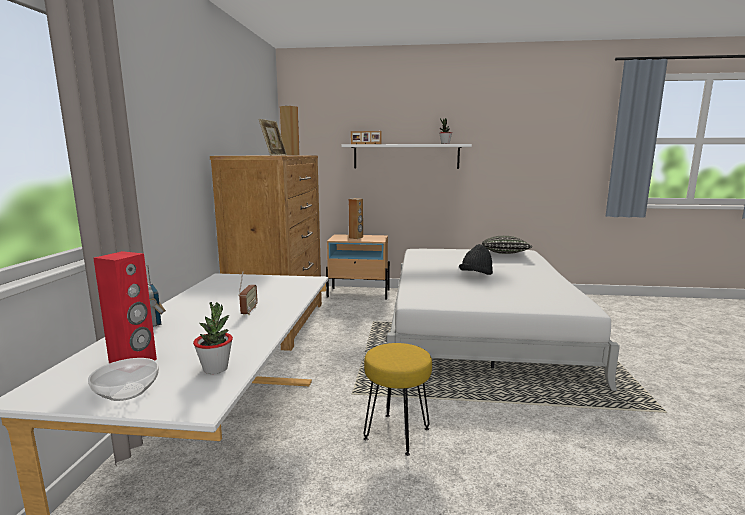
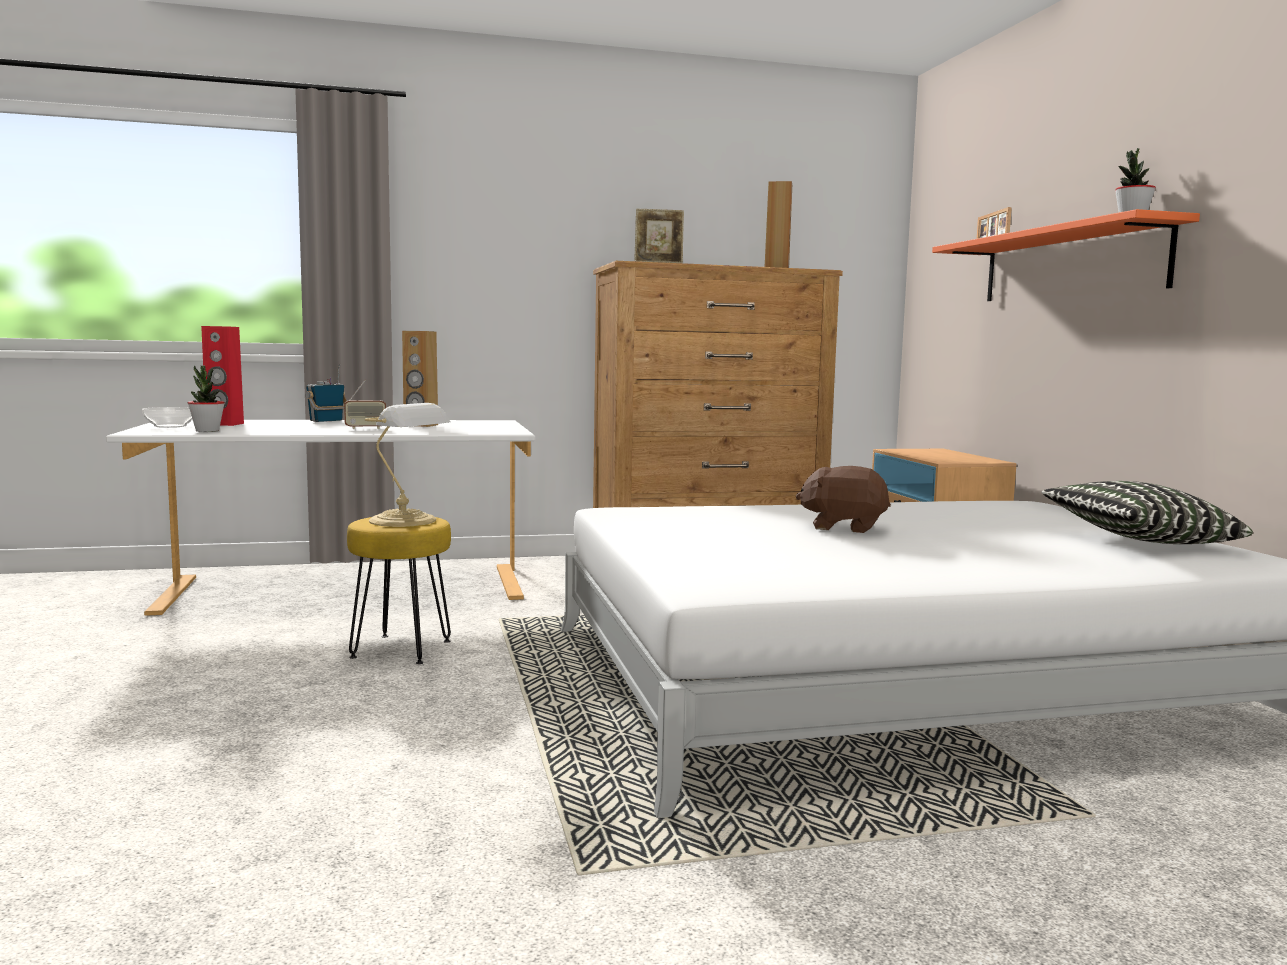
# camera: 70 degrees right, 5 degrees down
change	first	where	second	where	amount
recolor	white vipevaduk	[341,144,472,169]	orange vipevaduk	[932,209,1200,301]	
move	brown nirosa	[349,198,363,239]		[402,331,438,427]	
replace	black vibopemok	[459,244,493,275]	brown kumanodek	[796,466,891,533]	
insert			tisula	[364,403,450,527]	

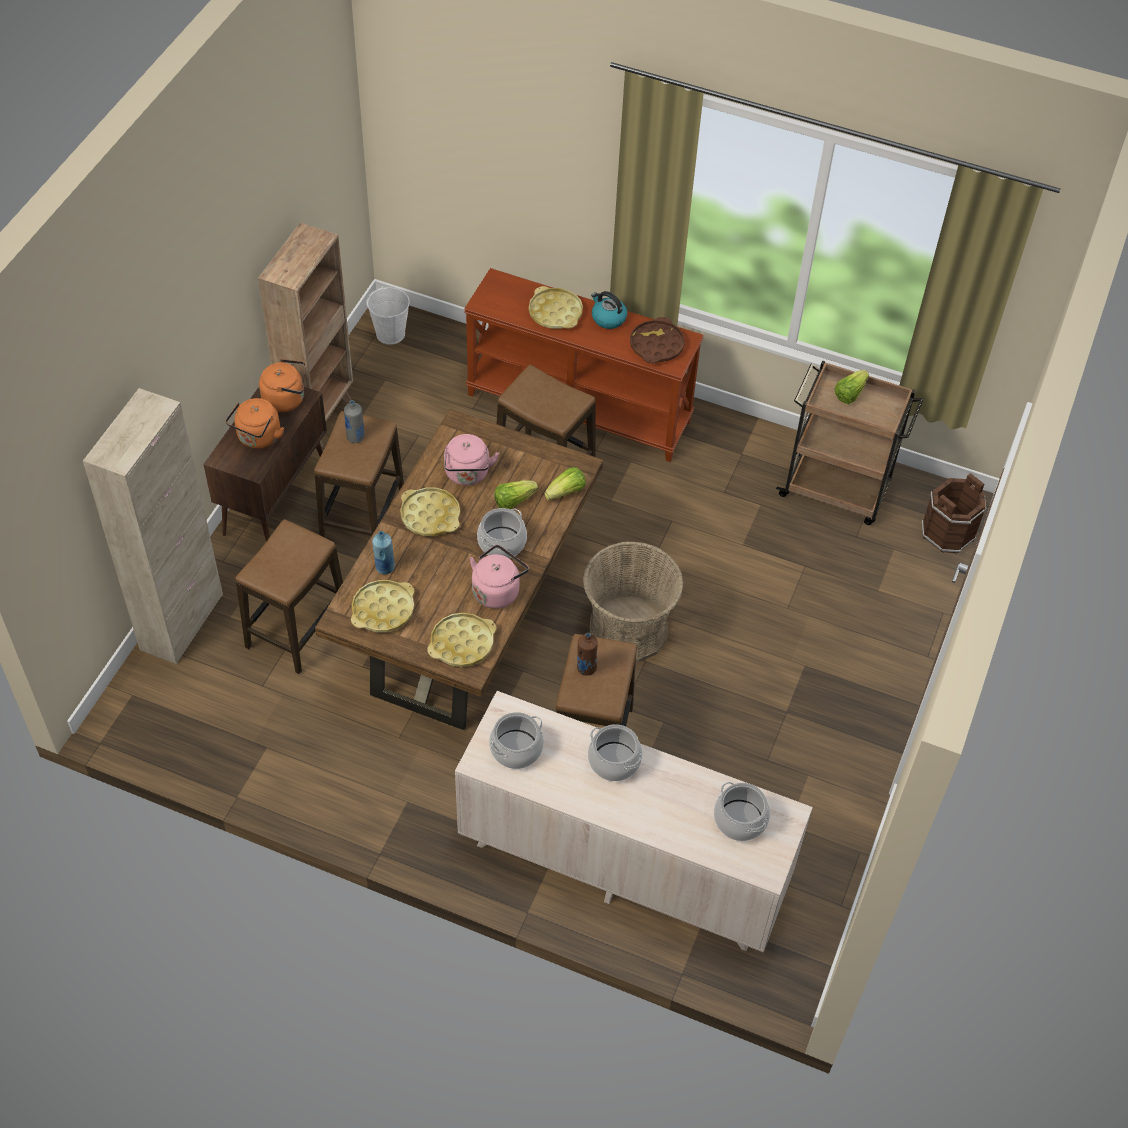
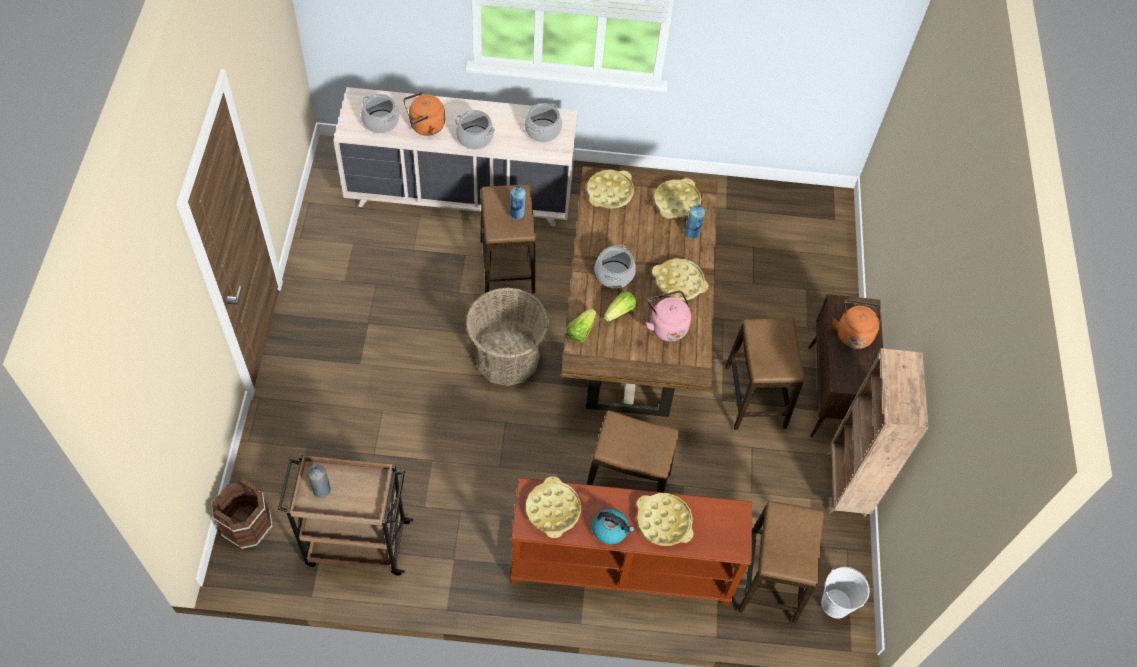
# camera: 160 degrees right, 5 degrees up
change	first	where	second	where	amount
delete	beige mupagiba	[83,388,223,664]			
move	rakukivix	[235,519,343,674]		[738,501,824,624]	
move	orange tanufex	[259,359,306,412]		[403,92,445,136]	
move	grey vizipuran	[344,400,365,443]		[307,464,331,498]	
delete	pink tanufex	[469,545,529,609]			
recolor	brown vizipuran	[577,633,598,676]	blue vizipuran	[510,185,526,219]	
recolor	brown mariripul	[630,317,685,364]	yellow mariripul	[526,476,581,538]	
delete	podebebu	[834,370,869,404]			

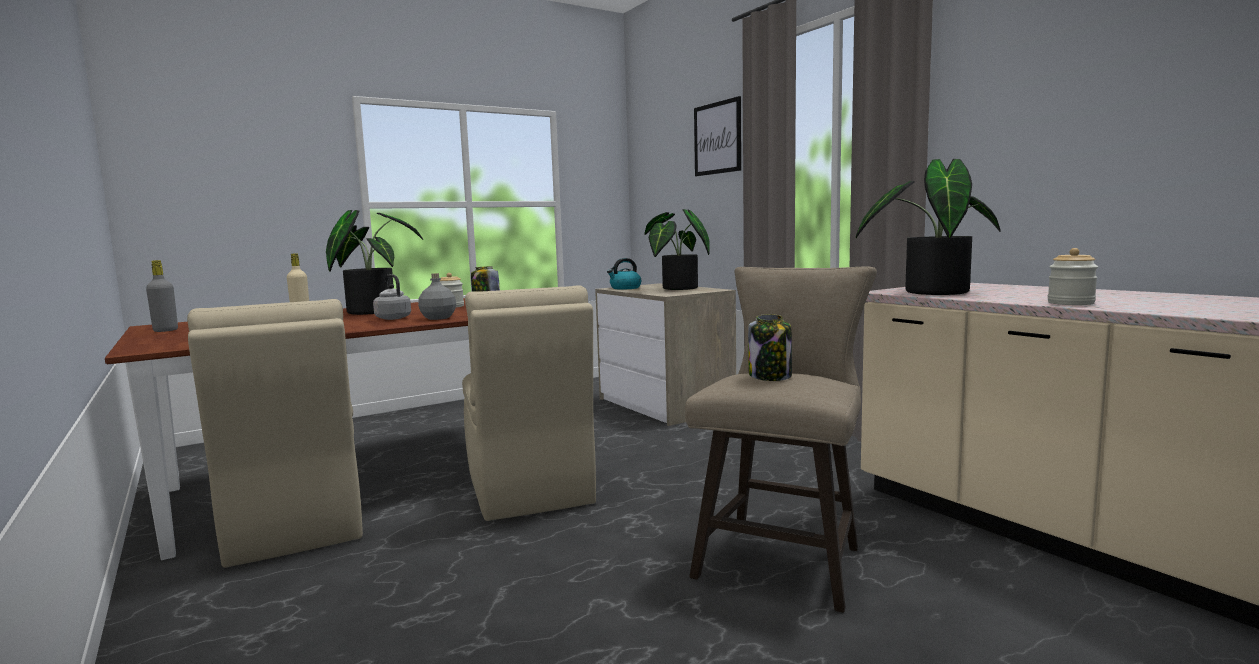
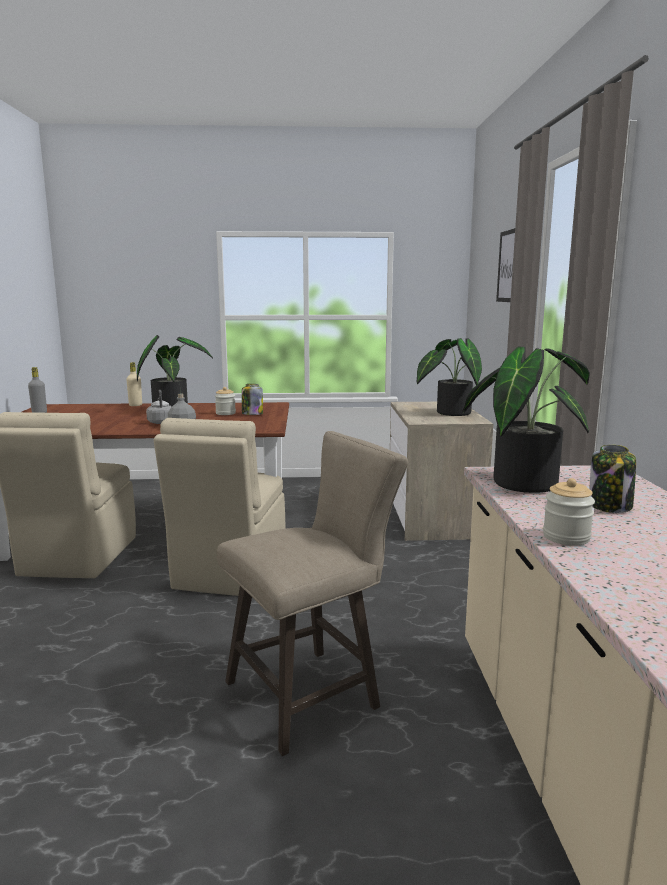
# camera: 30 degrees right, 5 degrees up
change	first	where	second	where	amount
delete	tanufex	[607,258,641,289]			
move	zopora	[748,314,792,381]		[589,444,636,513]	

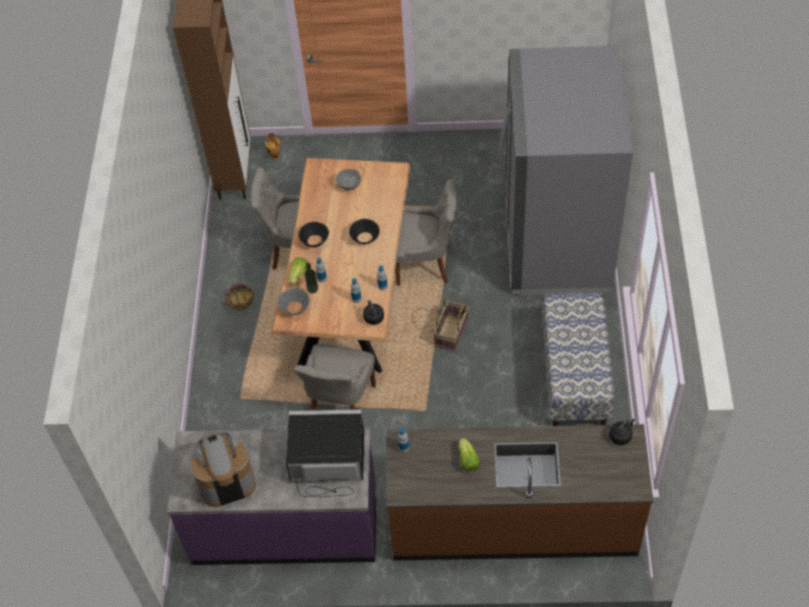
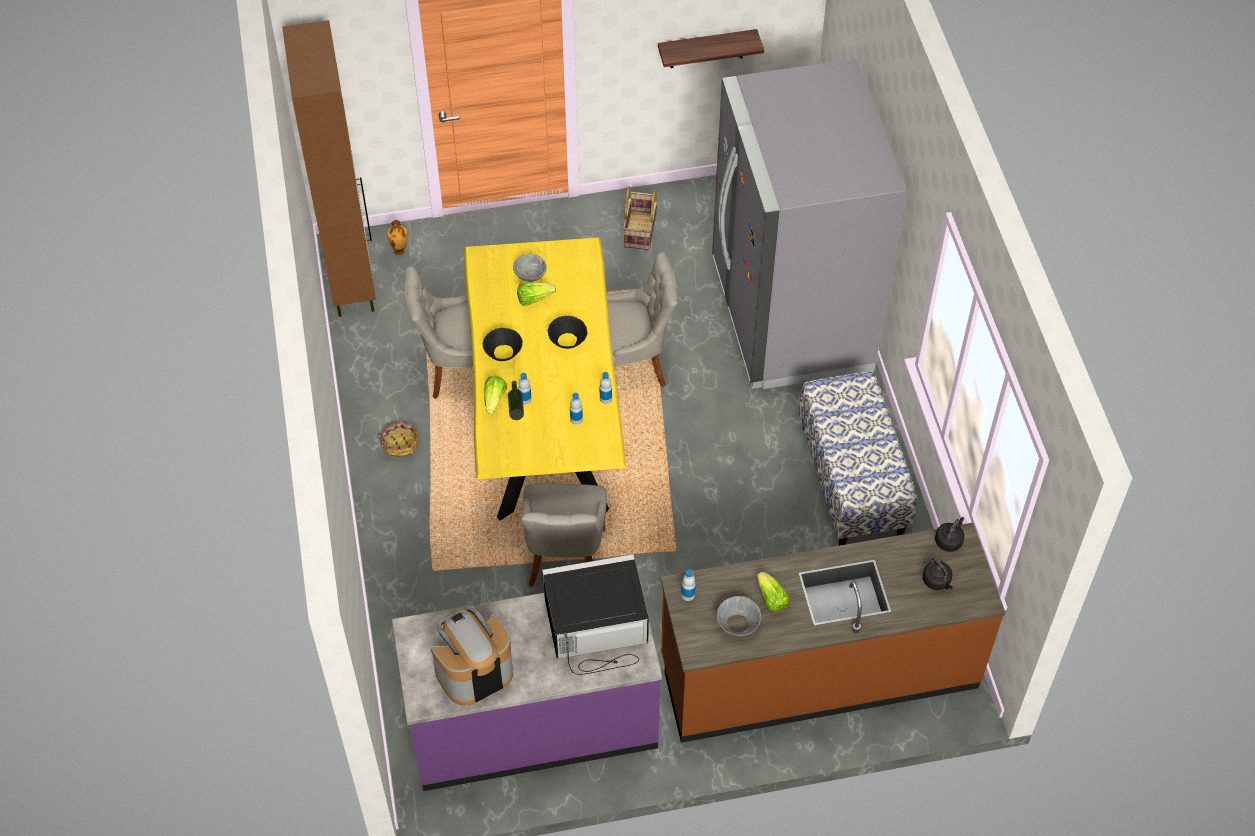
# camera: 15 degrees left, 0 degrees up
change	first	where	second	where	amount
recolor	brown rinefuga	[271,158,410,373]	yellow rinefuga	[464,238,626,520]	
move	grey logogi	[278,288,310,315]		[717,596,761,636]	
move	black tanufex	[363,300,384,325]		[923,558,953,590]	
move	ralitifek	[433,298,469,352]		[623,186,658,250]	
insert			podebebu	[517,282,556,305]	
insert			vipevaduk	[658,29,764,68]	

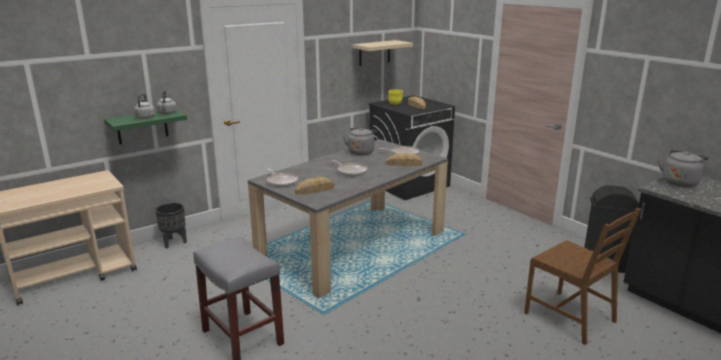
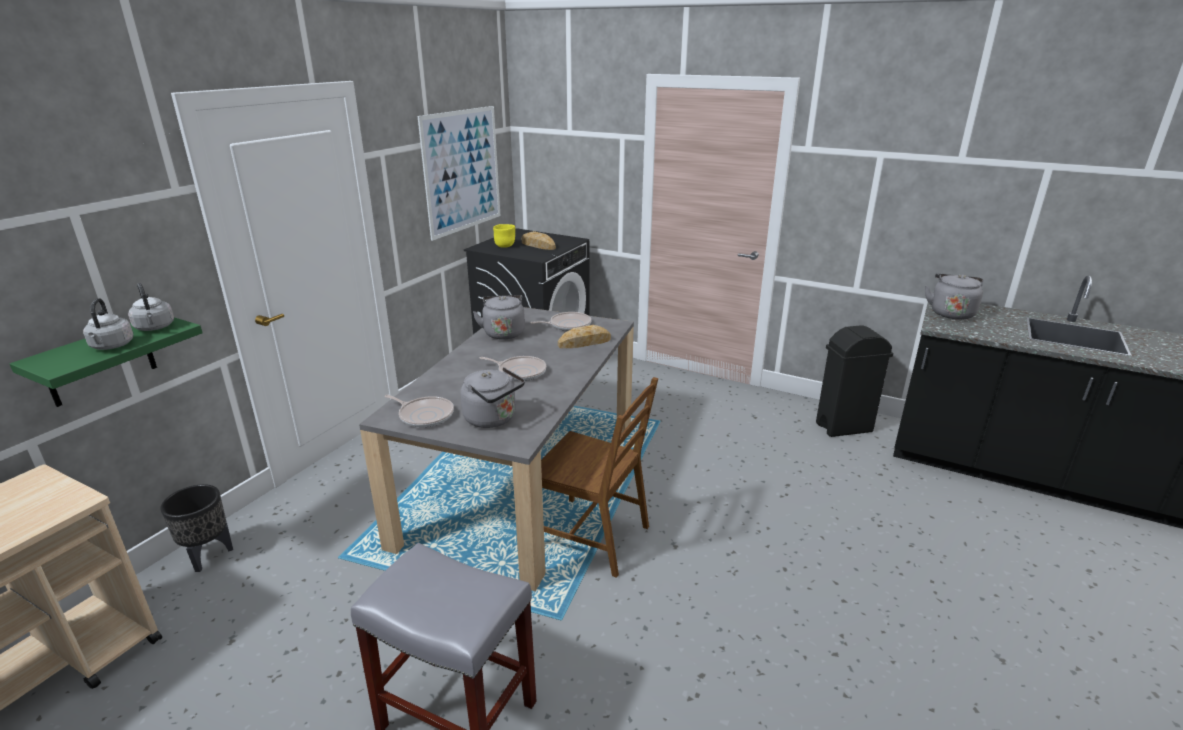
# camera: 25 degrees left, 5 degrees up
change	first	where	second	where	amount
replace	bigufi	[295,177,334,195]	grey tanufex	[460,367,525,428]	
replace	beige vipevaduk	[353,40,413,66]	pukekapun	[418,106,501,241]	
move	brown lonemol	[524,208,641,345]		[541,377,658,578]	

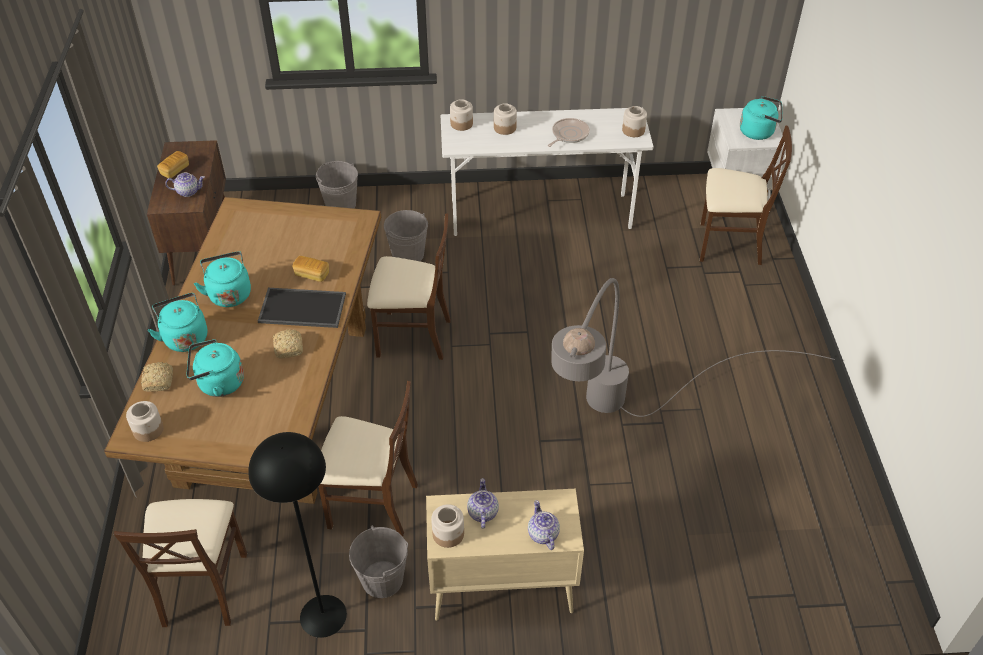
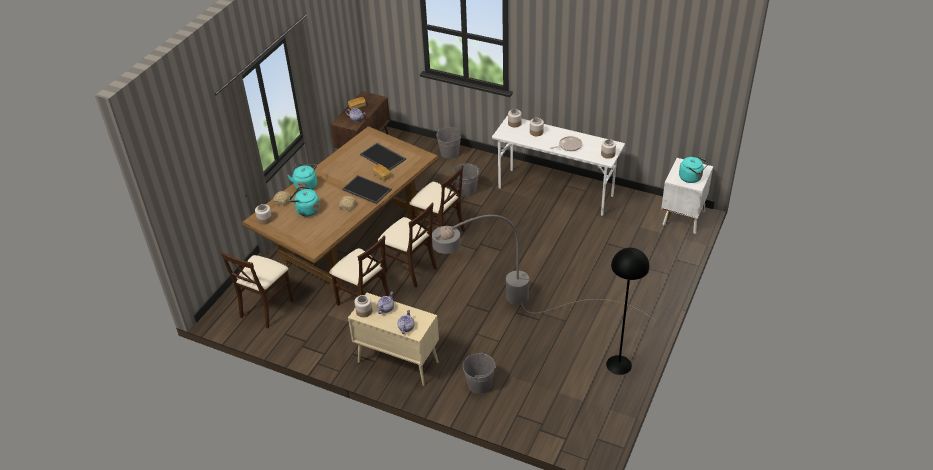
# camera: 30 degrees right, 5 degrees down
change	first	where	second	where	amount
delete	turquoise tanufex	[194,251,251,307]			
move	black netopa	[248,432,347,638]		[606,248,650,375]	
move	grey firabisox	[349,525,408,598]		[463,352,496,394]	
move	beige lonemol	[700,126,792,265]		[378,203,437,288]	
insert			mariripul	[360,143,406,171]	

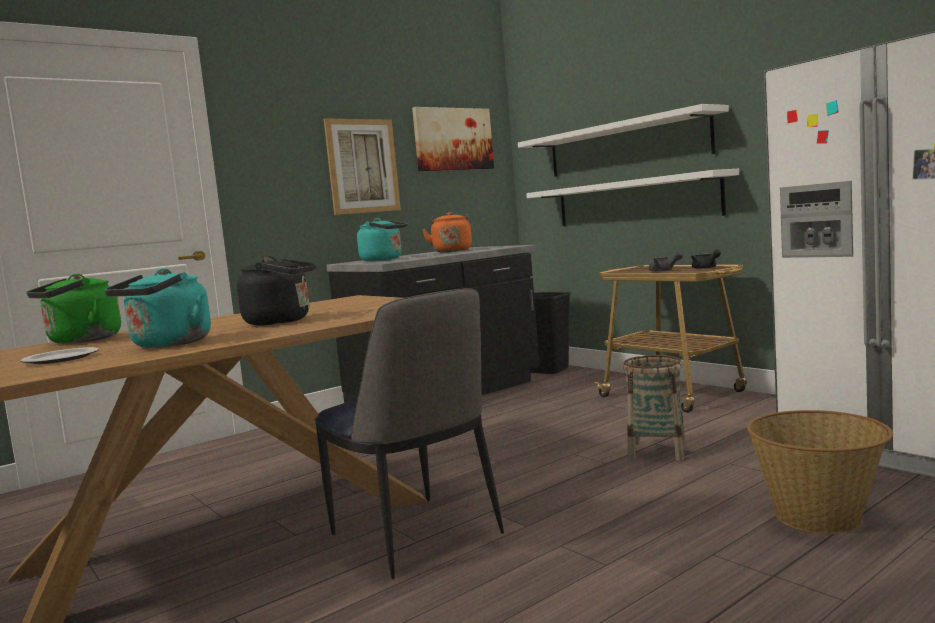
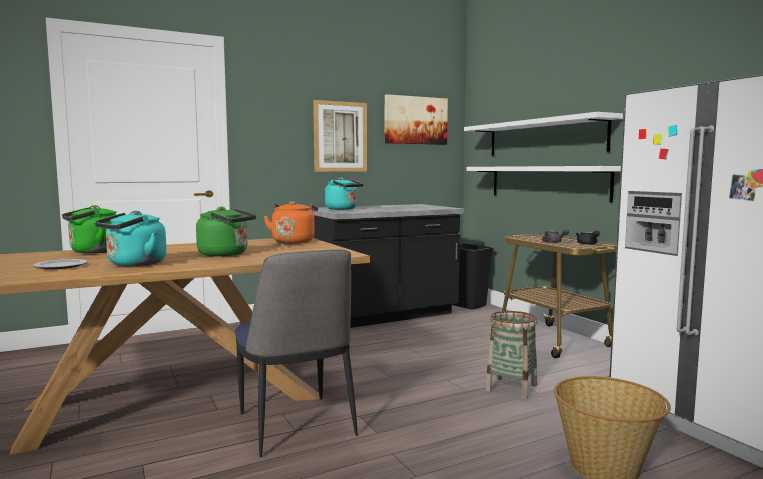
# camera: 10 degrees right, 0 degrees up
change	first	where	second	where	amount
recolor	black tanufex	[237,256,316,325]	green tanufex	[196,206,256,257]	
move	orange tanufex	[422,212,472,252]		[264,201,318,244]	

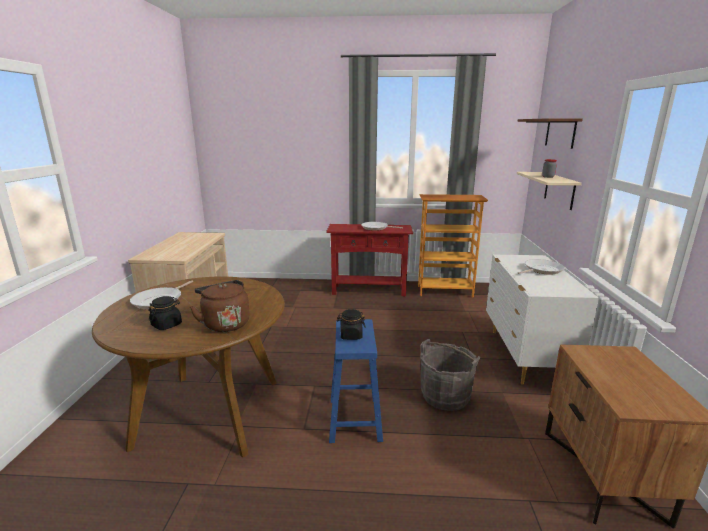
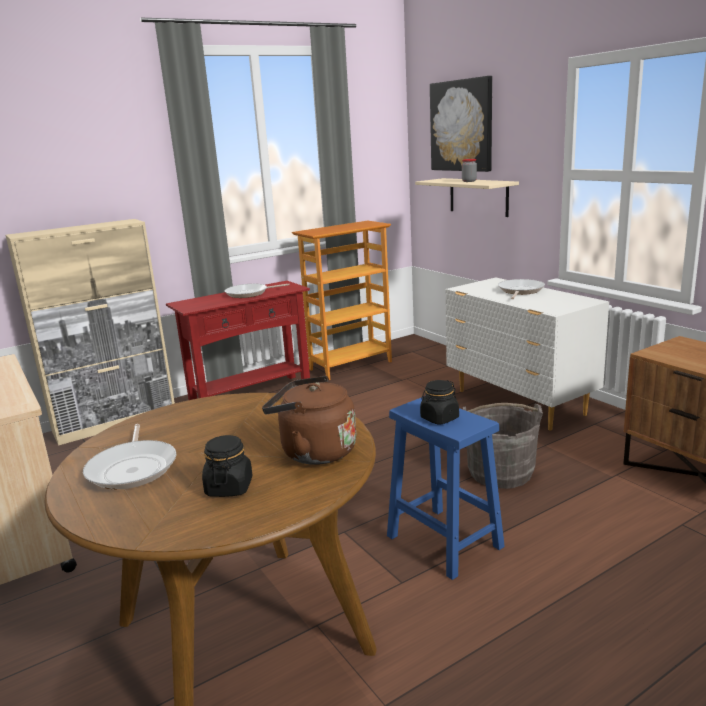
# camera: 35 degrees left, 0 degrees up
change	first	where	second	where	amount
replace	brown vipevaduk	[518,118,583,149]	pukekapun	[430,76,492,172]	
insert			beige mupagiba	[5,219,175,446]	

